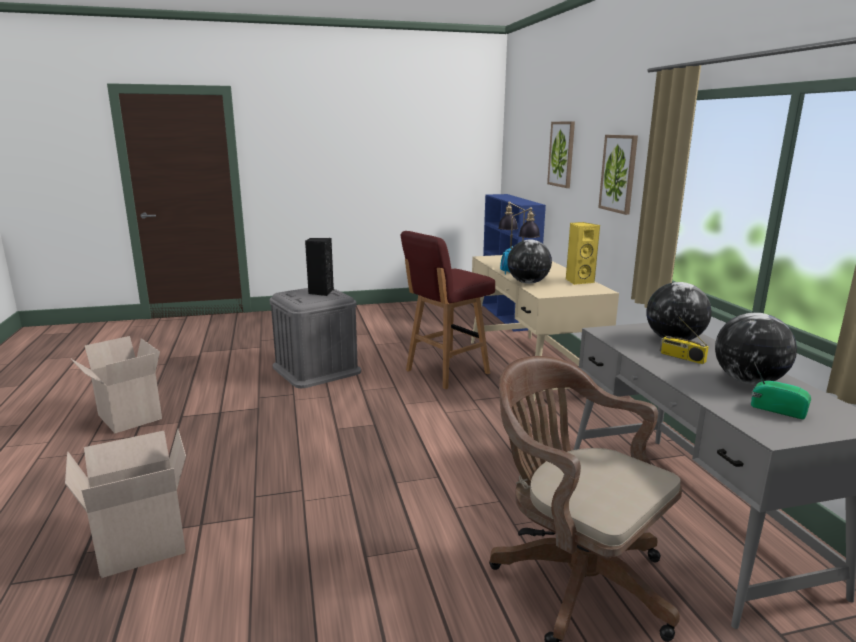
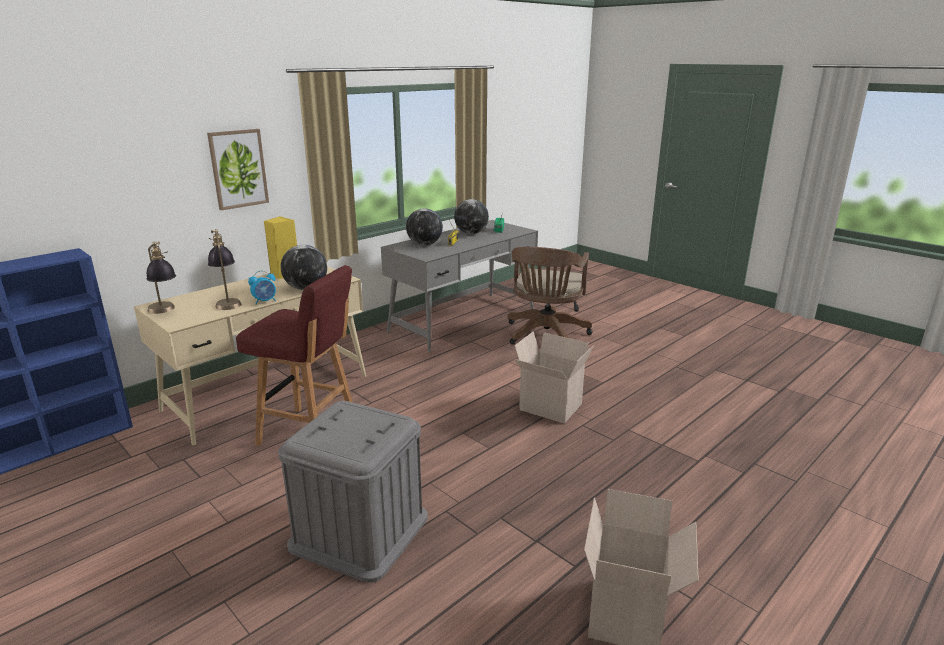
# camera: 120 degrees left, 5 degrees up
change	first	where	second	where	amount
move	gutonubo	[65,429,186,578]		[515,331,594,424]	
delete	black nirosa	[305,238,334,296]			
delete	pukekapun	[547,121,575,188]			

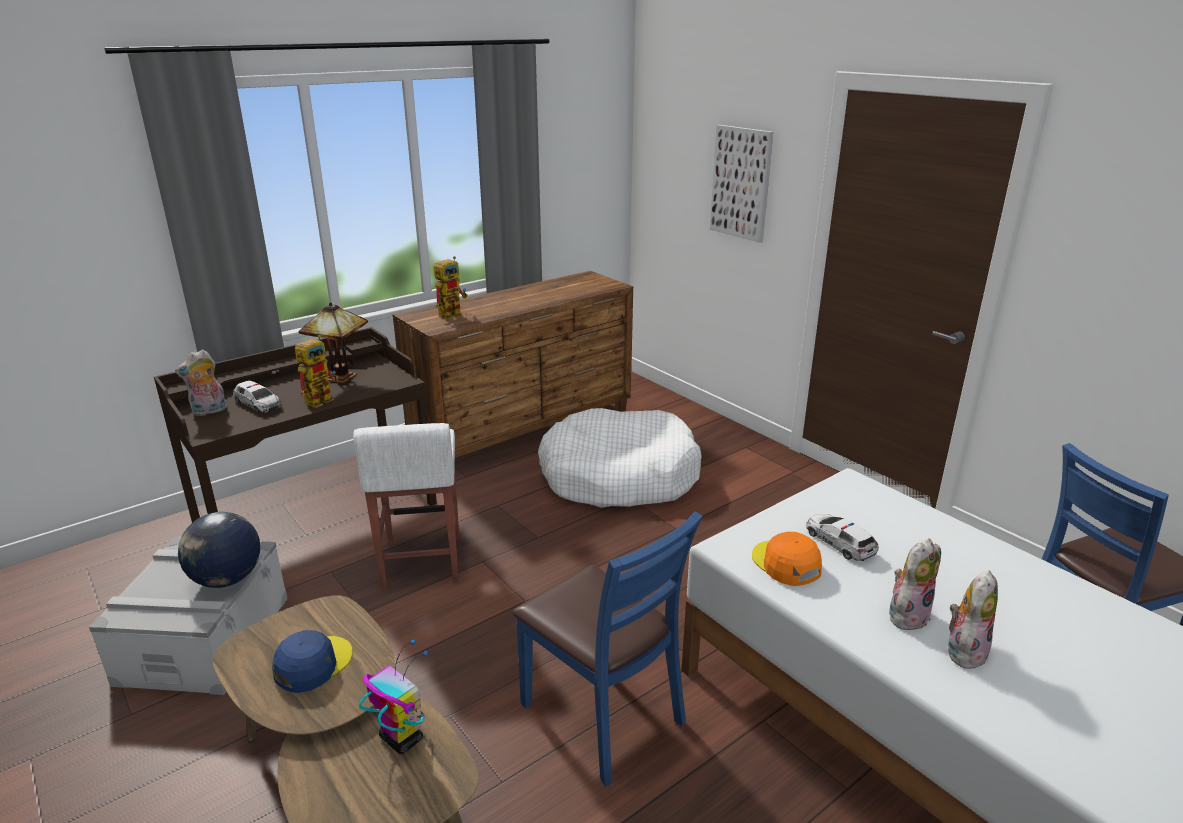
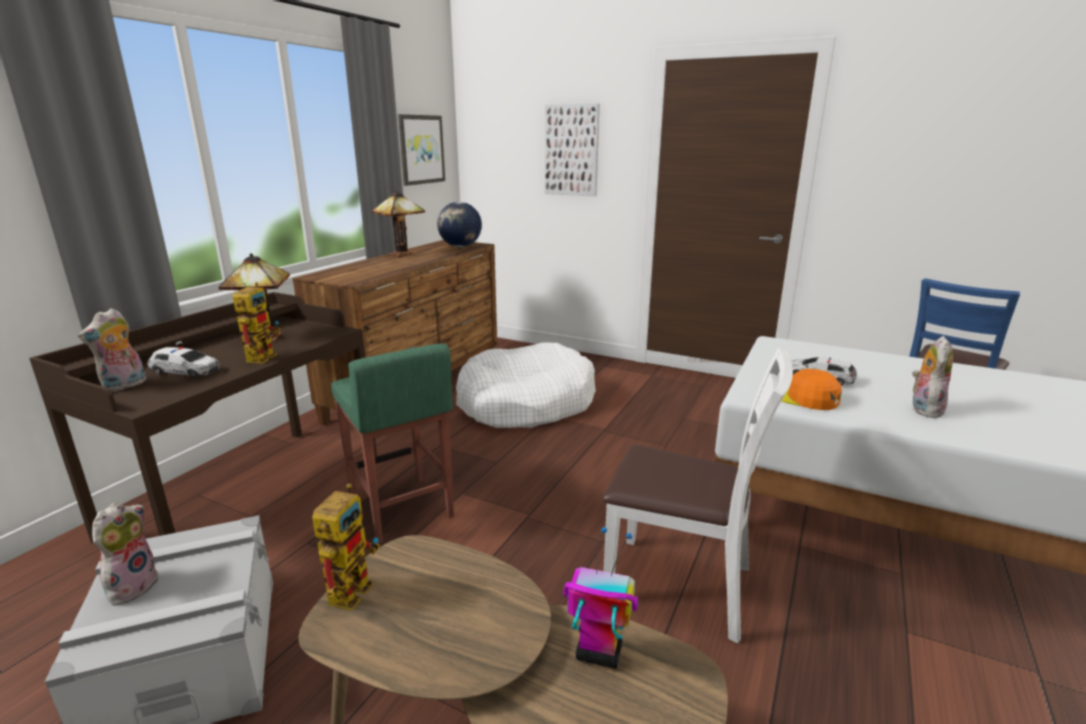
# camera: 25 degrees left, 5 degrees down
change	first	where	second	where	amount
move	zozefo	[178,512,260,588]		[437,202,482,247]	
delete	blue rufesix	[272,630,353,693]			
recolor	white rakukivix	[353,423,459,590]	green rakukivix	[331,344,454,544]	
move	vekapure	[434,256,468,320]		[312,484,380,610]	
recolor	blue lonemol	[513,511,703,787]	white lonemol	[603,348,793,644]	
move	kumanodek	[948,570,998,670]		[92,502,159,606]	
insert			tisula	[372,190,425,257]	
insert			pukekapun	[398,114,445,186]	

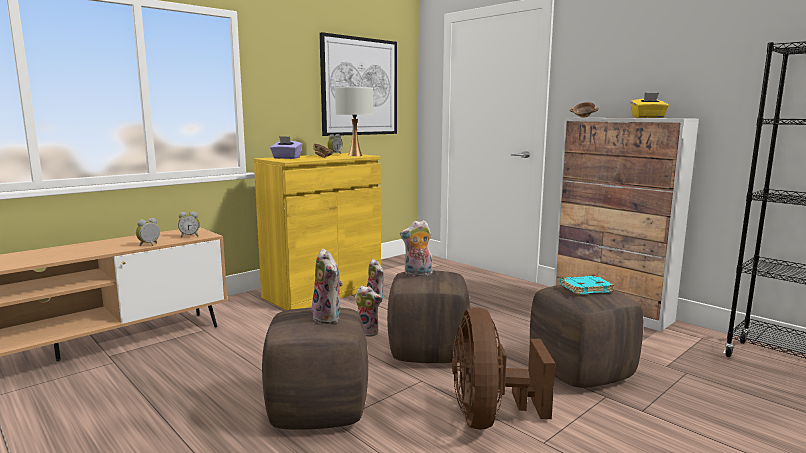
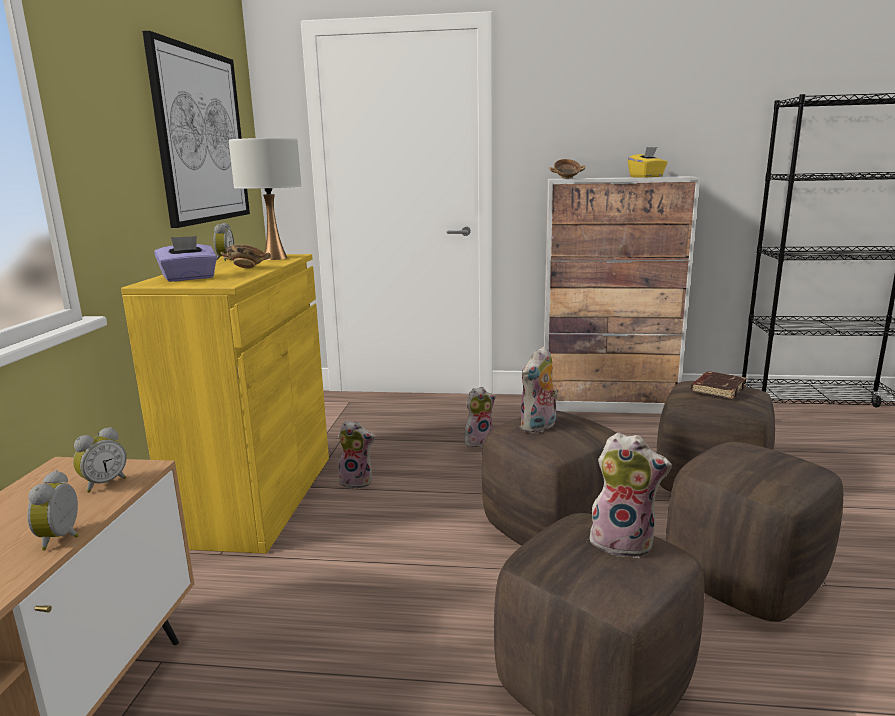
# camera: 40 degrees left, 5 degrees up
change	first	where	second	where	amount
move	kumanodek	[355,285,382,337]		[465,387,496,447]	
replace	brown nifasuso	[452,307,555,430]	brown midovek	[666,442,843,622]	
recolor	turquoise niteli	[560,276,614,295]	brown niteli	[691,371,746,399]	

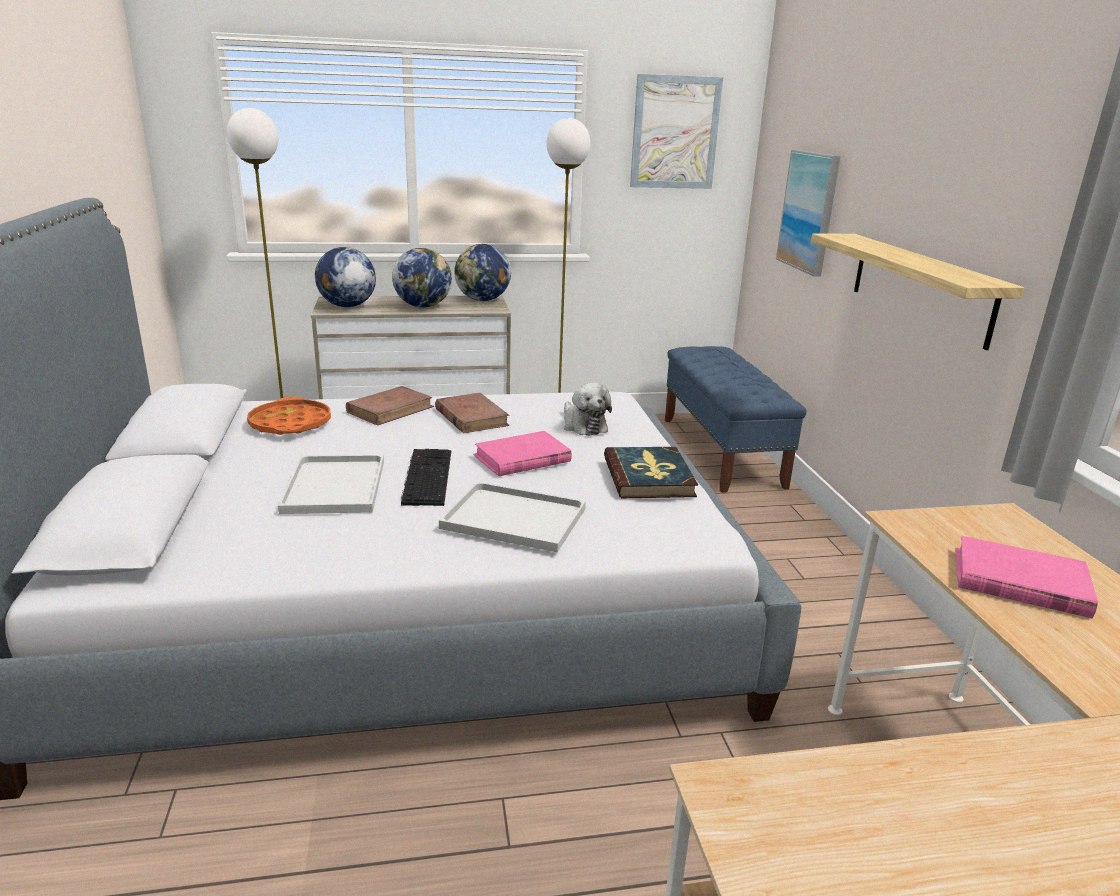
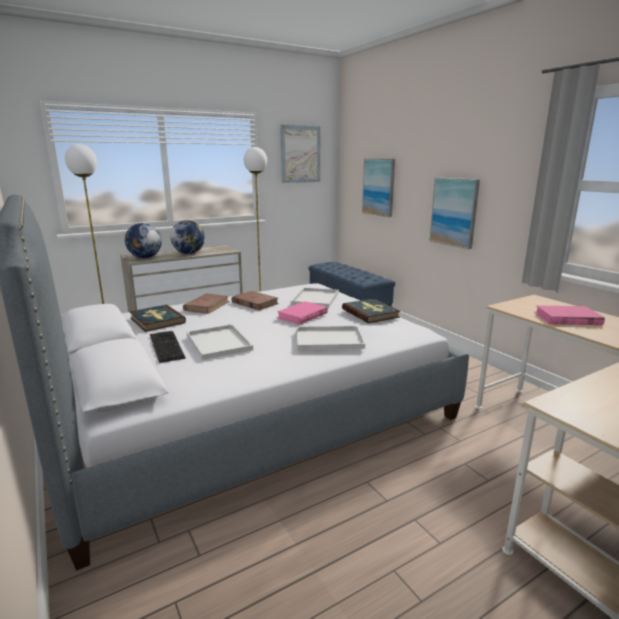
# camera: 20 degrees left, 5 degrees down
change	first	where	second	where	amount
replace	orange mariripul	[247,397,331,435]	niteli	[130,305,186,332]	
move	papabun	[401,449,451,506]		[150,331,186,363]	
delete	zozefo	[454,244,511,301]			
replace	kumanodek	[564,383,612,436]	white mariripul	[291,287,339,308]	
replace	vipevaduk	[811,233,1024,350]	pukekapun	[430,178,480,249]	

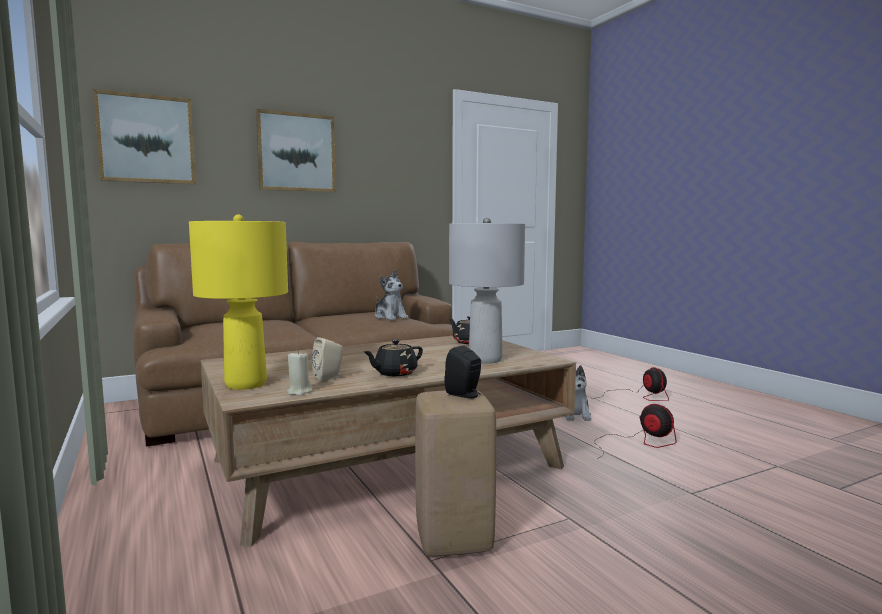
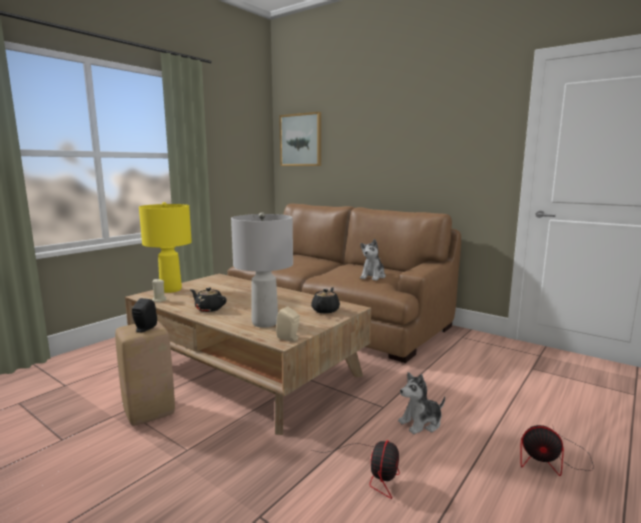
# camera: 65 degrees right, 5 degrees up
change	first	where	second	where	amount
delete	pukekapun	[256,109,336,192]			
move	beige nirosa	[312,337,343,381]		[276,306,300,341]	
rotate	nifasuso	[598,367,669,401]		[521,424,594,476]	60 degrees clockwise

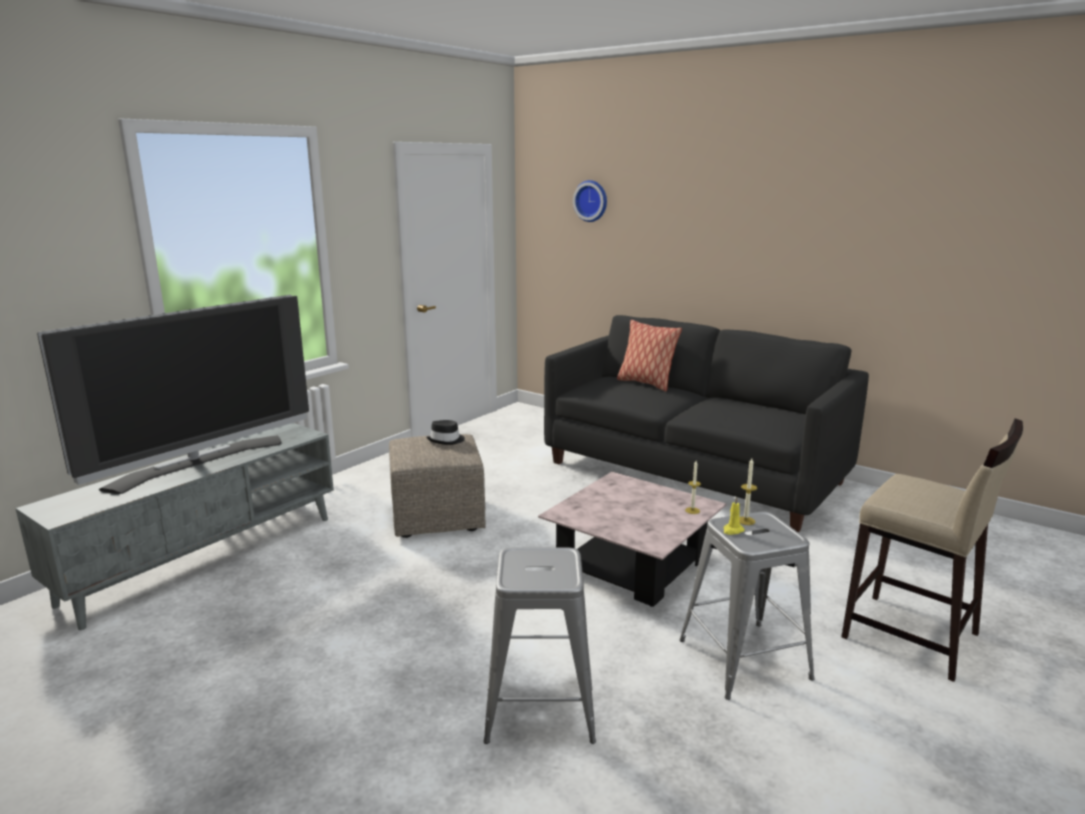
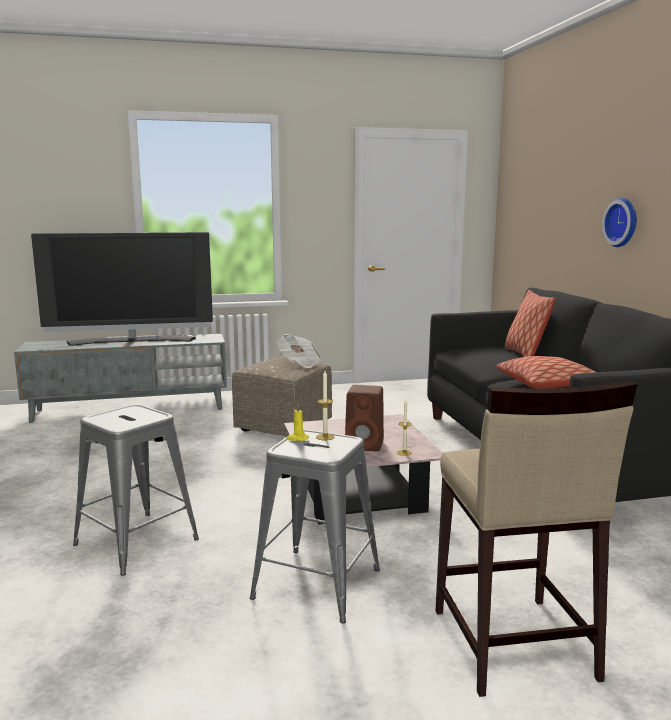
# camera: 40 degrees right, 5 degrees down
change	first	where	second	where	amount
replace	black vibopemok	[426,420,465,445]	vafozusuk	[277,334,322,368]	
move	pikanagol	[573,180,607,222]		[602,198,637,247]	
insert			brown nirosa	[345,385,384,451]	
insert			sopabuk	[496,356,596,389]	

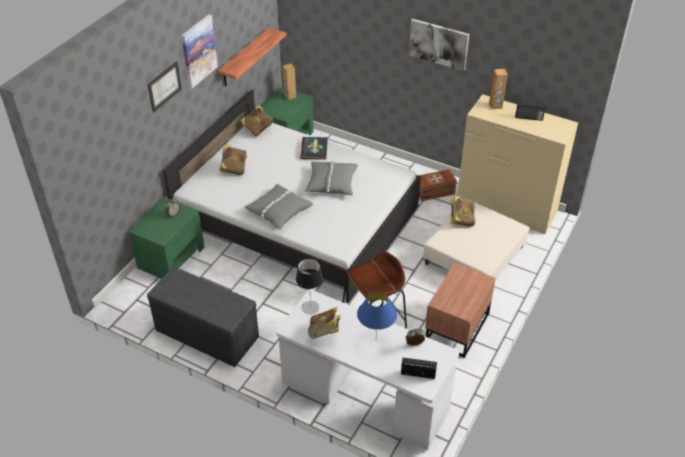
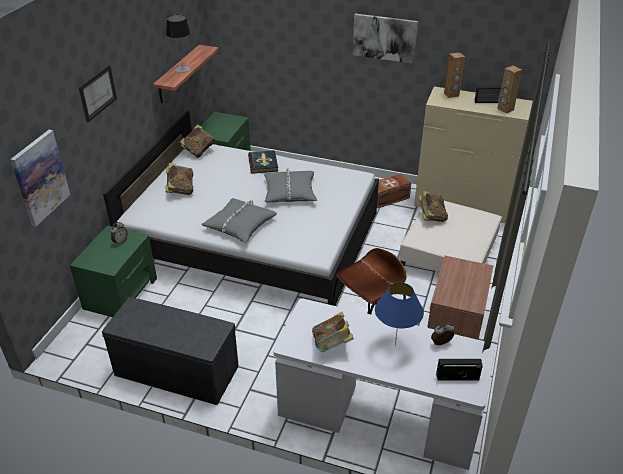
# camera: 10 degrees left, 5 degrees down
change	first	where	second	where	amount
move	pukekapun	[181,14,218,88]		[10,130,70,226]	
move	brown nirosa	[283,63,296,100]		[497,65,522,113]	
move	tisula	[296,259,323,315]		[166,15,191,72]	

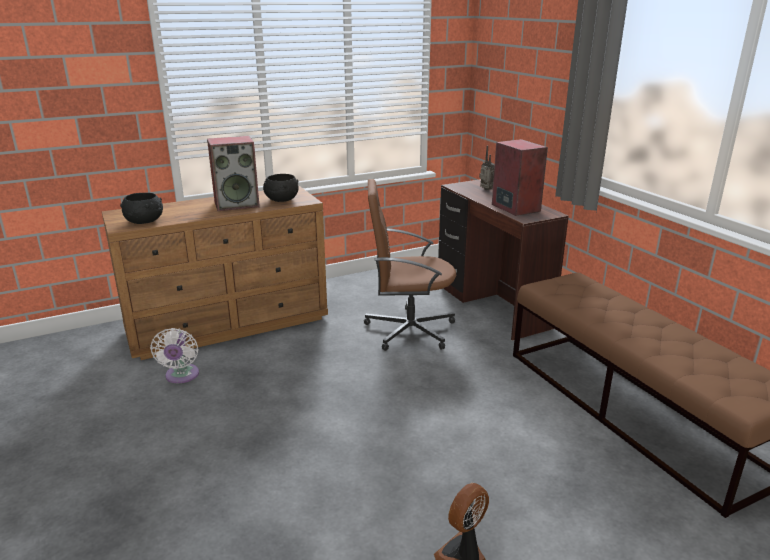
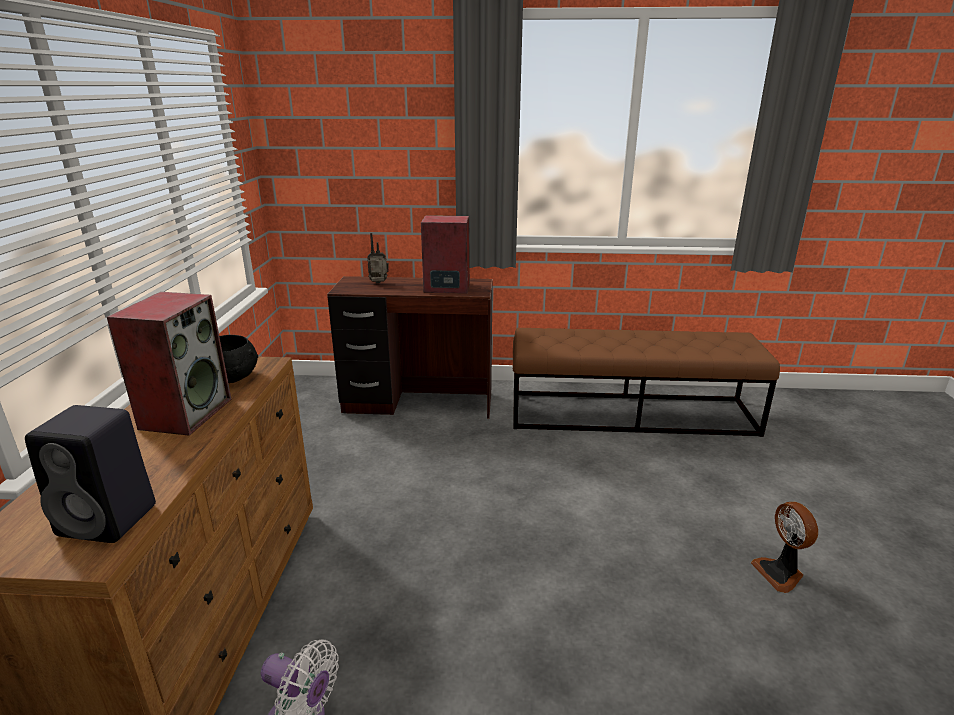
# camera: 60 degrees left, 0 degrees up
change	first	where	second	where	amount
replace	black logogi	[120,193,163,224]	black nirosa	[25,405,156,543]	
delete	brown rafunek	[364,179,456,351]			

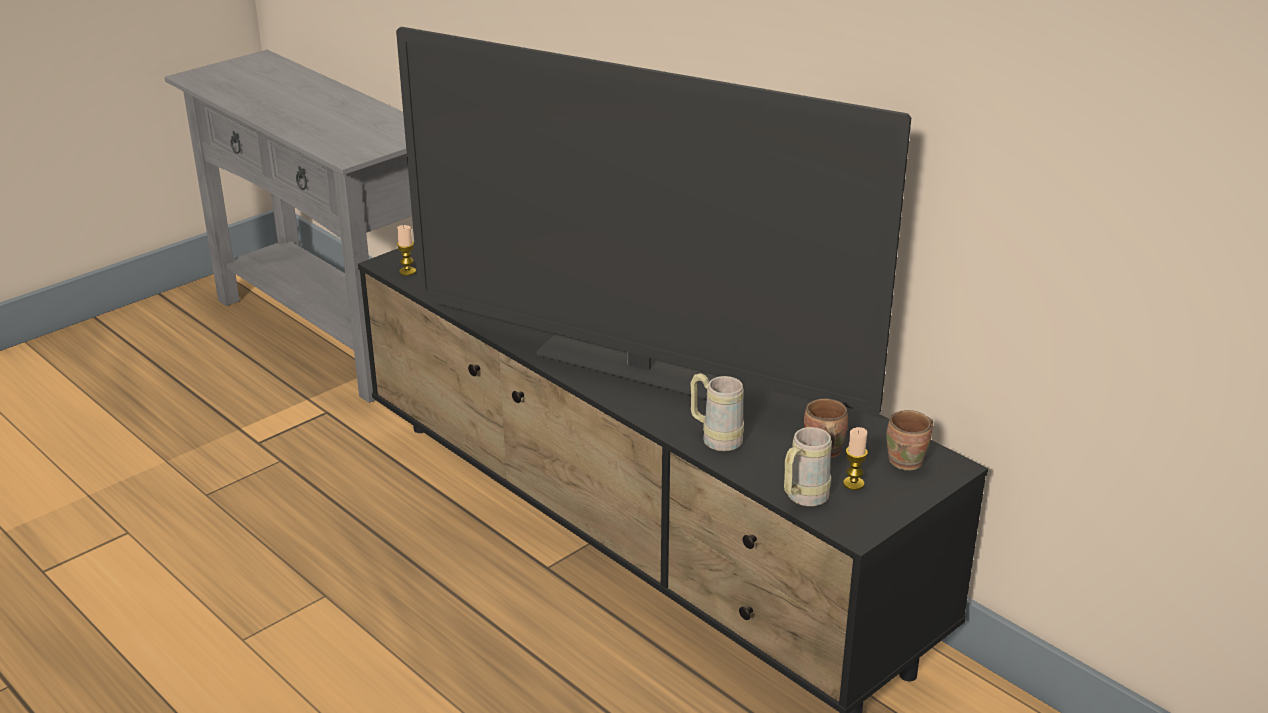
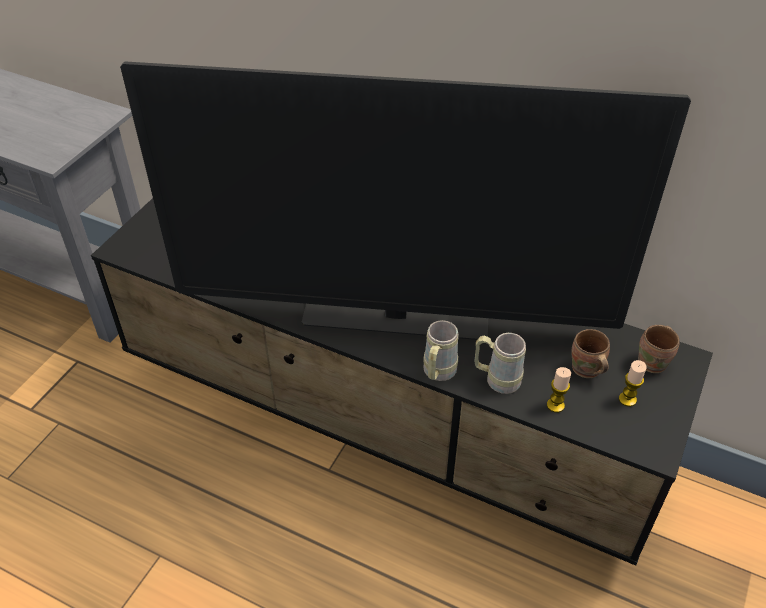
# camera: 20 degrees left, 15 degrees up
change	first	where	second	where	amount
move	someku	[397,225,416,276]		[547,367,571,413]	
move	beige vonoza	[784,427,832,507]		[423,320,459,381]	

